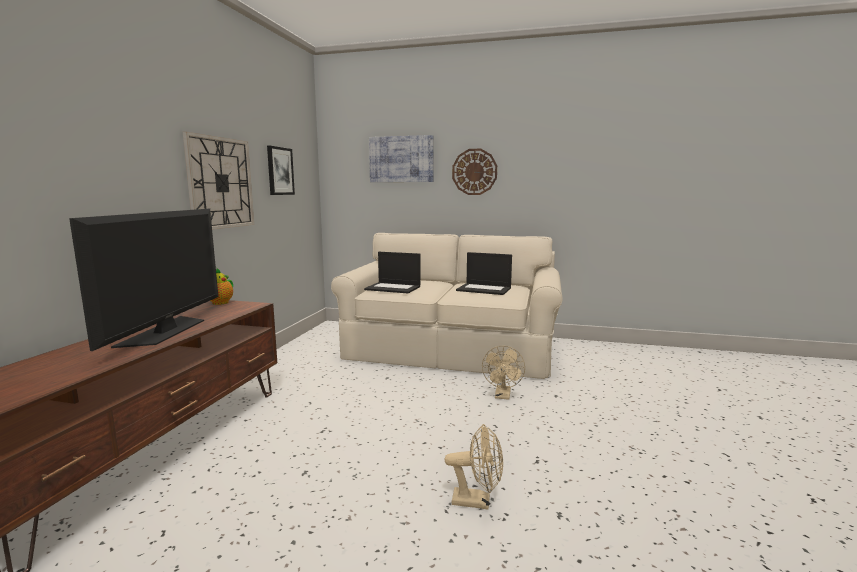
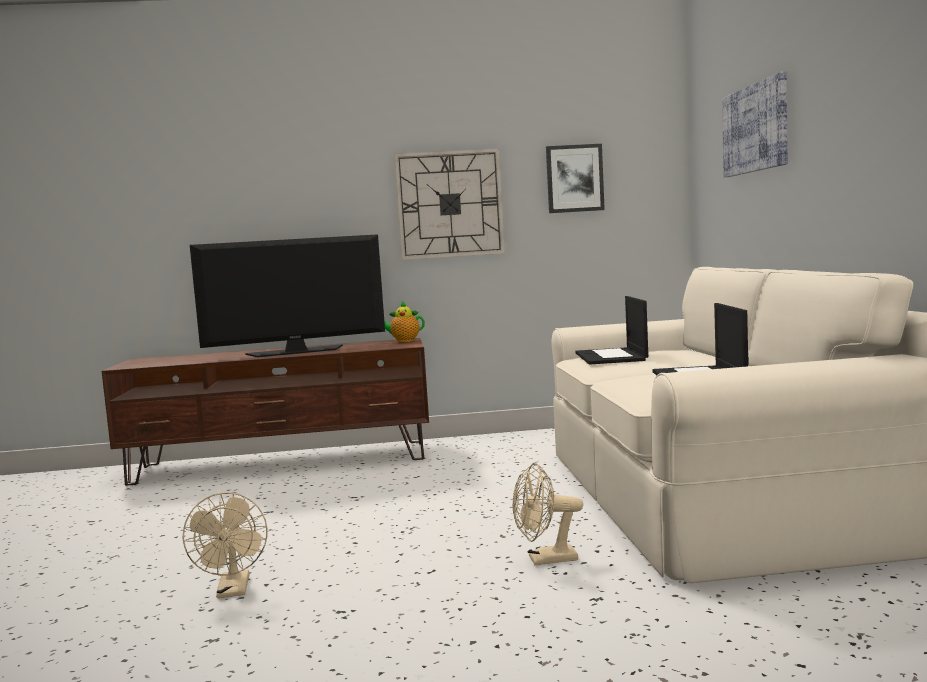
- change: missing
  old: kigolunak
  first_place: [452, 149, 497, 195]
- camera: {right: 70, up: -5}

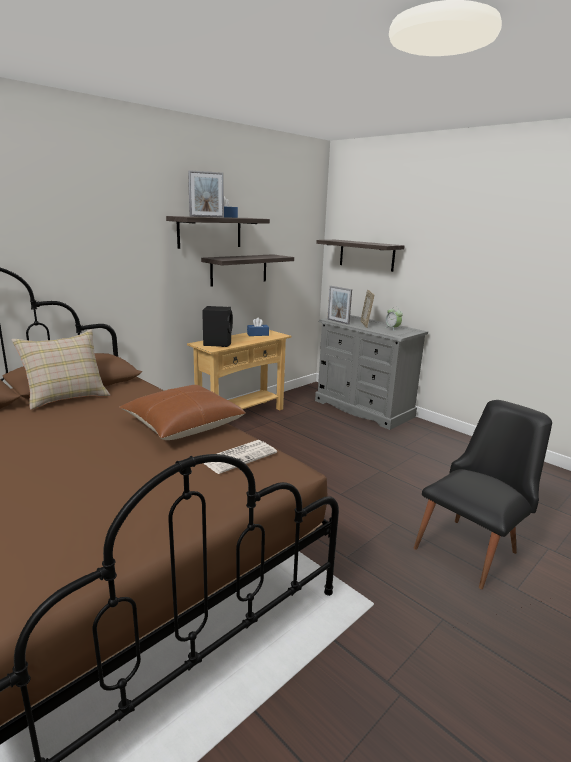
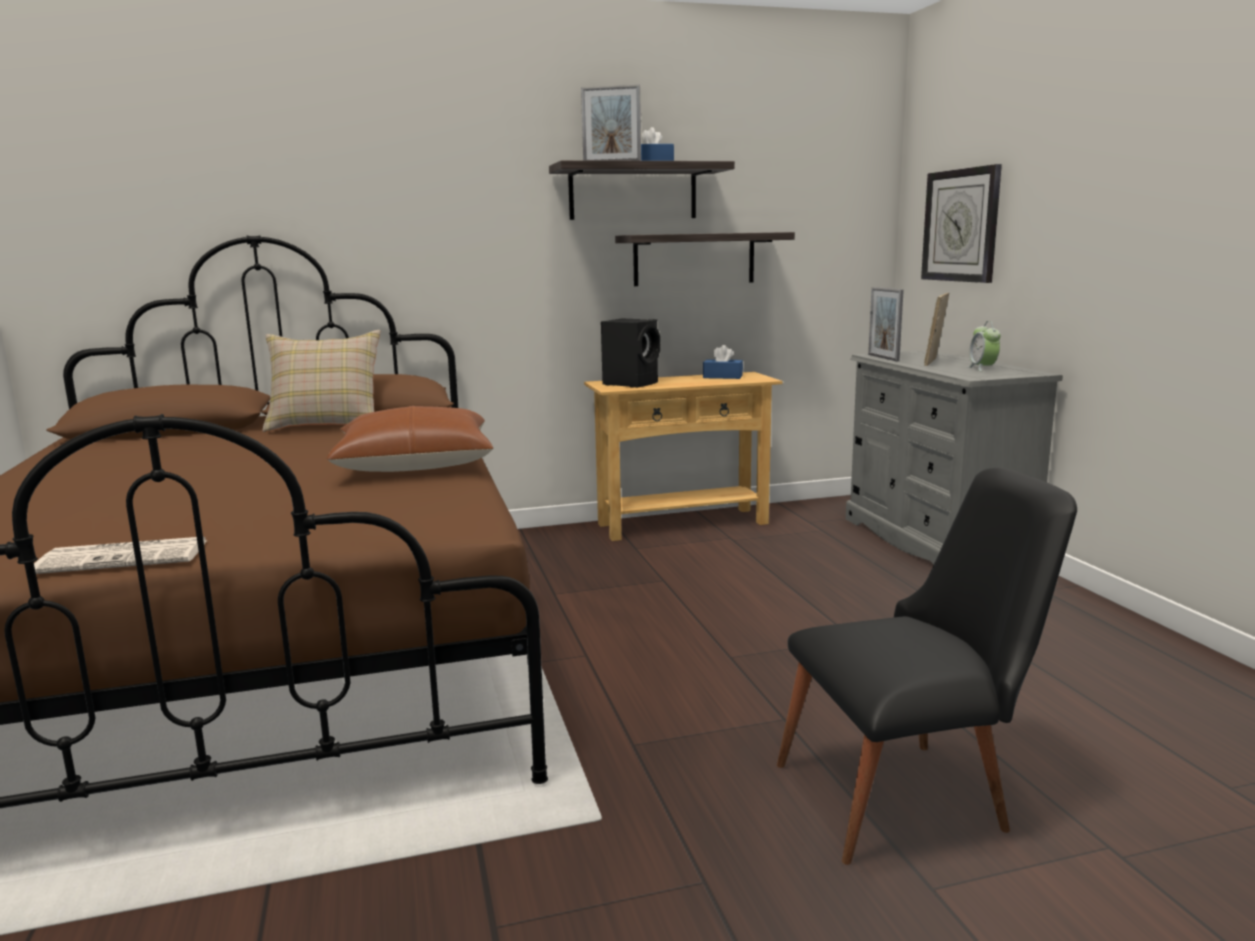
- change: relocated
  old: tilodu
  first_place: [203, 440, 277, 474]
  second_place: [34, 537, 206, 574]
- change: exchanged
  old: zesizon
  new: kigolunak
  first_place: [316, 240, 405, 272]
  second_place: [921, 164, 1002, 283]
- camera: {right: 30, up: -5}

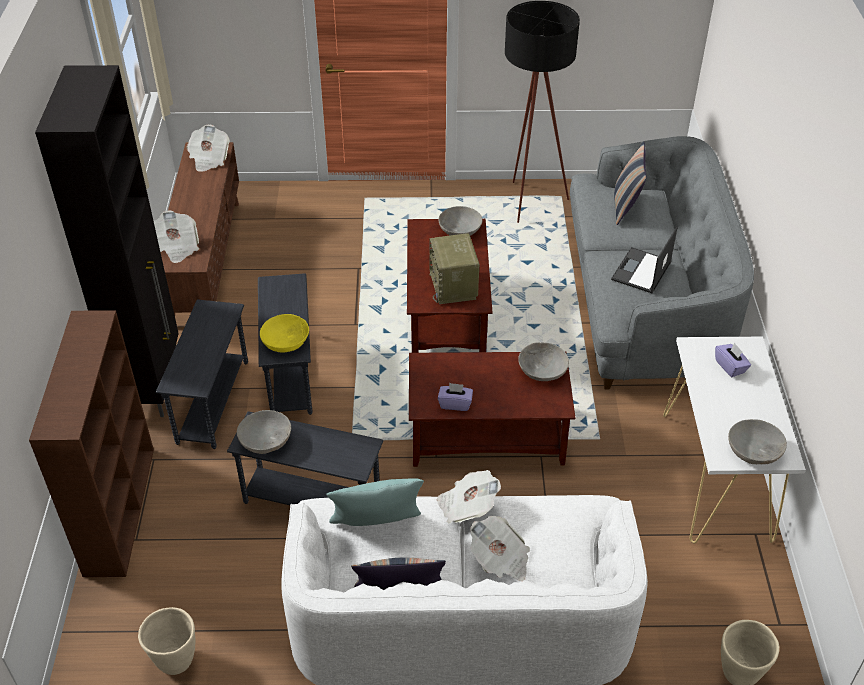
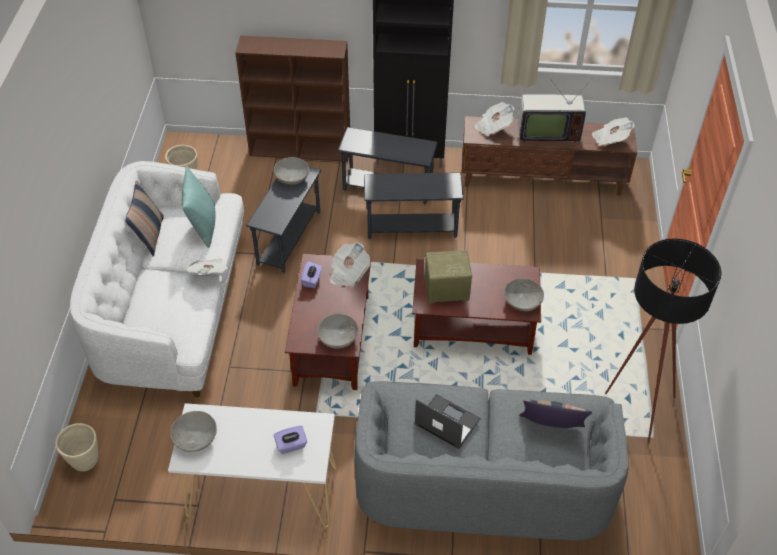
- change: missing
  old: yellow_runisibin
  first_place: [260, 314, 309, 353]
- change: relocated
  old: tilodu
  first_place: [470, 516, 530, 581]
  second_place: [330, 243, 371, 287]
- change: appeared
  new: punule
  second_place: [518, 78, 593, 143]
- camera: {right: 95, up: 5}

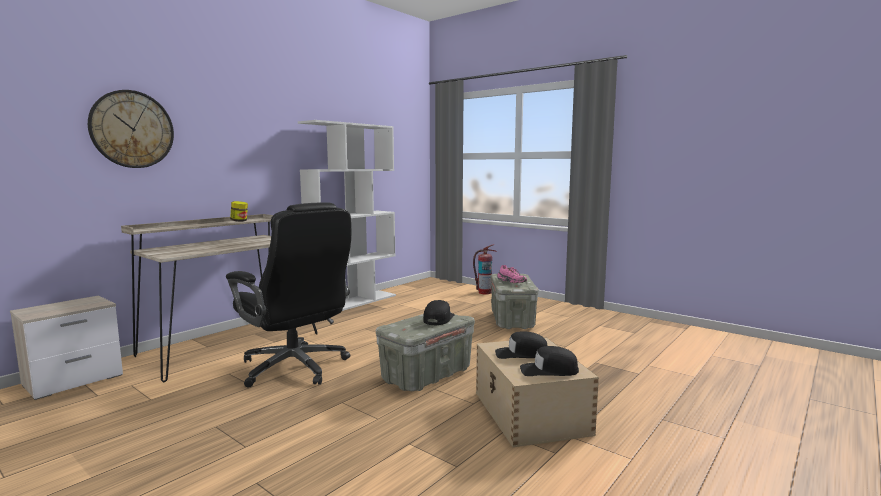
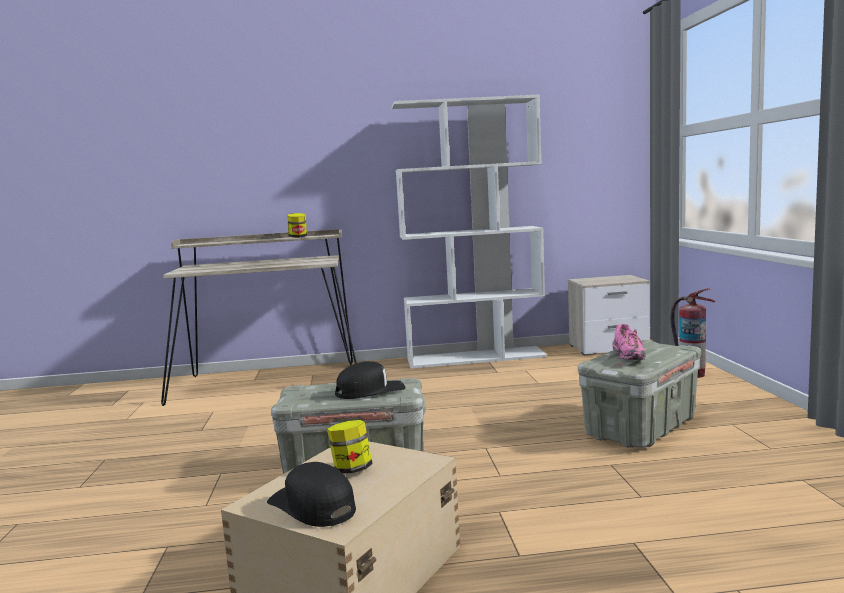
- change: relocated
  old: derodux
  first_place: [10, 295, 123, 400]
  second_place: [568, 275, 650, 355]
- change: missing
  old: kigolunak
  first_place: [88, 90, 174, 168]
- change: missing
  old: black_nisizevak
  first_place: [226, 202, 351, 388]
- change: exchanged
  old: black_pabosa
  new: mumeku
  first_place: [495, 331, 548, 359]
  second_place: [327, 420, 373, 474]
- camera: {right: 45, up: 0}

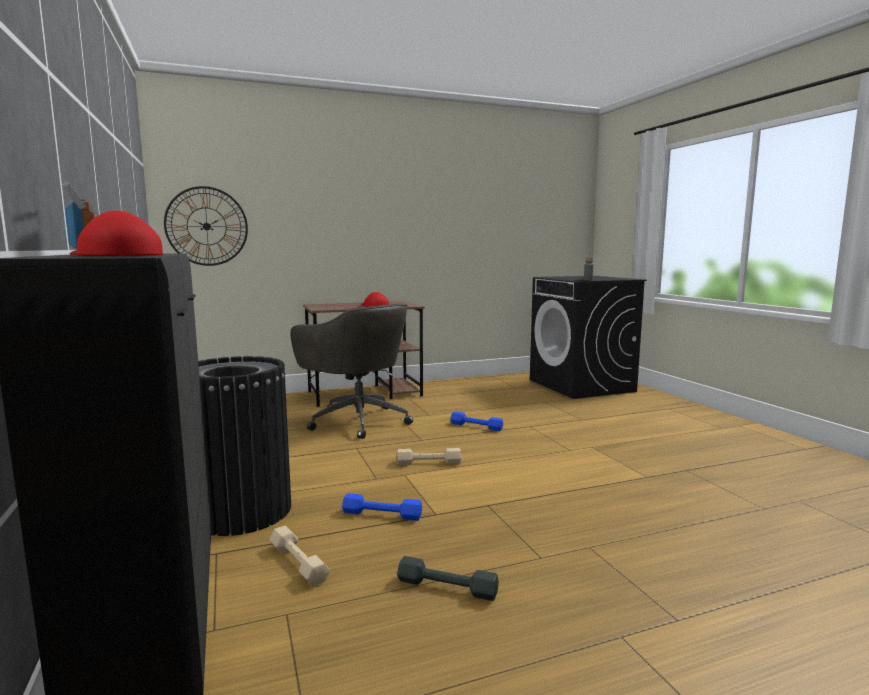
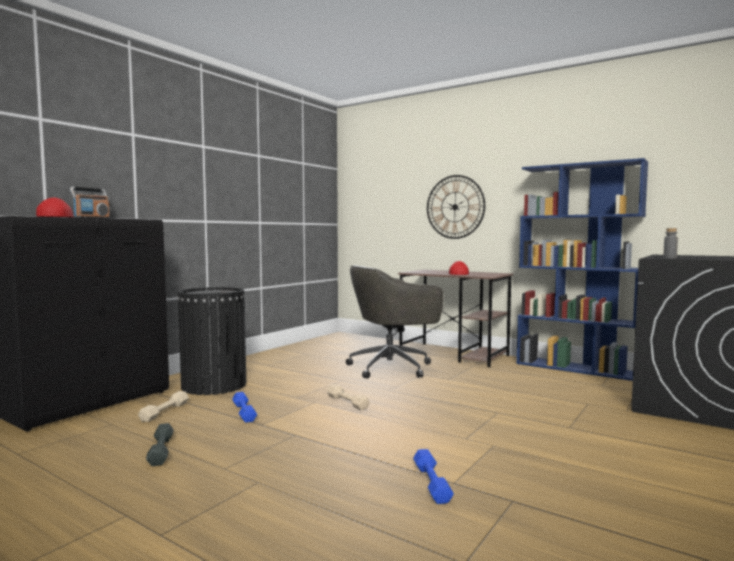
- change: relocated
  old: kigolunak
  first_place: [164, 186, 248, 266]
  second_place: [427, 175, 485, 239]
- change: spun
  old: grey_nisizevak
  first_place: [291, 303, 413, 439]
  second_place: [346, 265, 444, 379]
  degrees: 60
- change: relocated
  old: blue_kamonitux
  first_place: [450, 411, 503, 431]
  second_place: [413, 449, 454, 504]
- change: appeared
  new: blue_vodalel
  second_place: [516, 158, 648, 381]
- camera: {right: 55, up: -5}

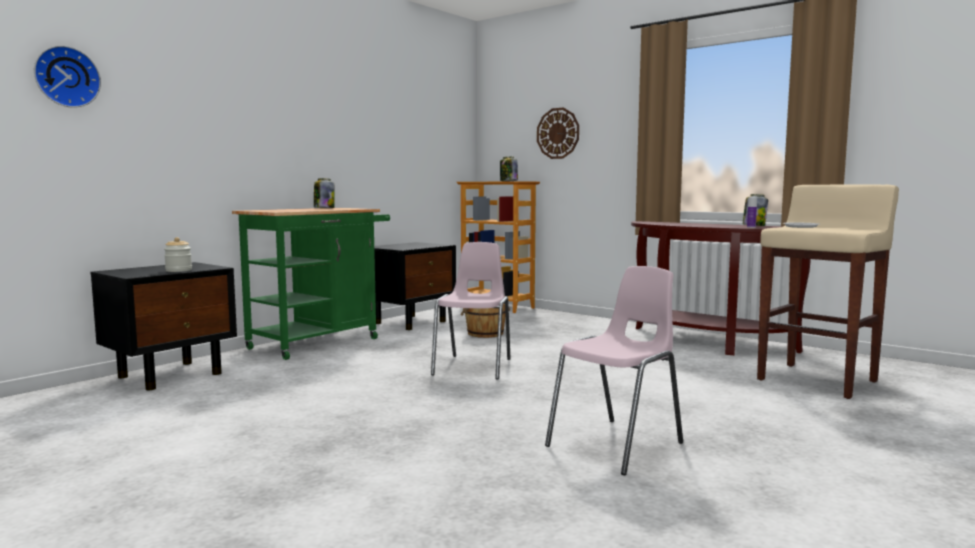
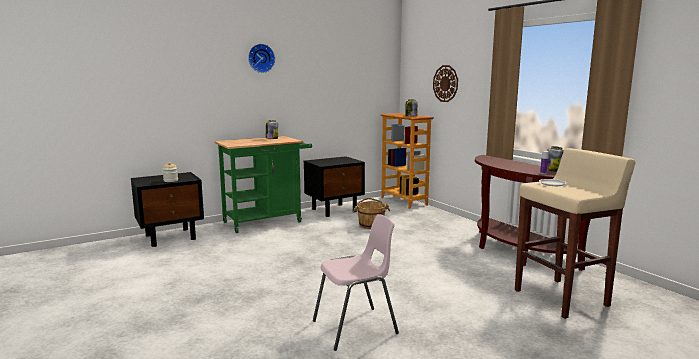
- change: relocated
  old: kigolunak
  first_place: [34, 46, 101, 108]
  second_place: [248, 44, 275, 73]
- change: missing
  old: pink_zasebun
  first_place: [431, 242, 510, 379]
- camera: {right: 20, up: 5}

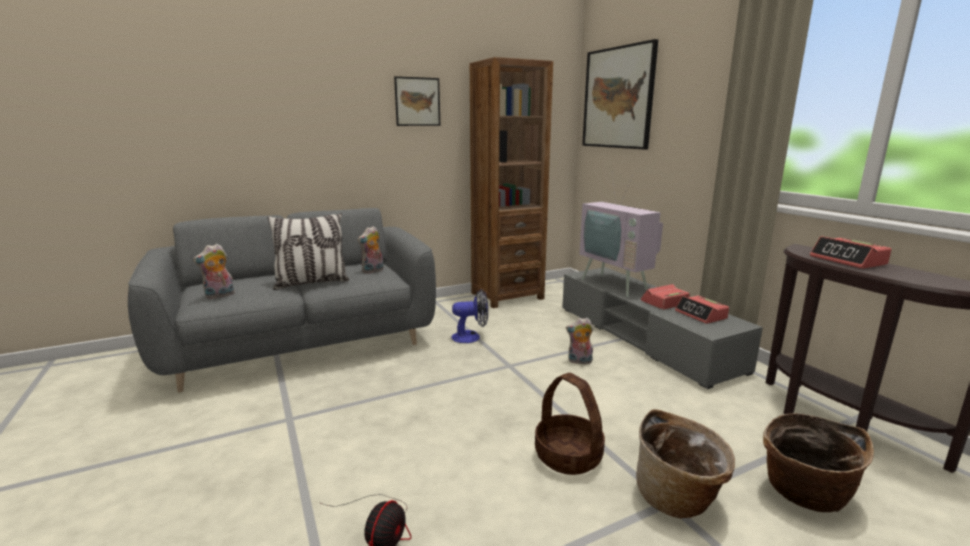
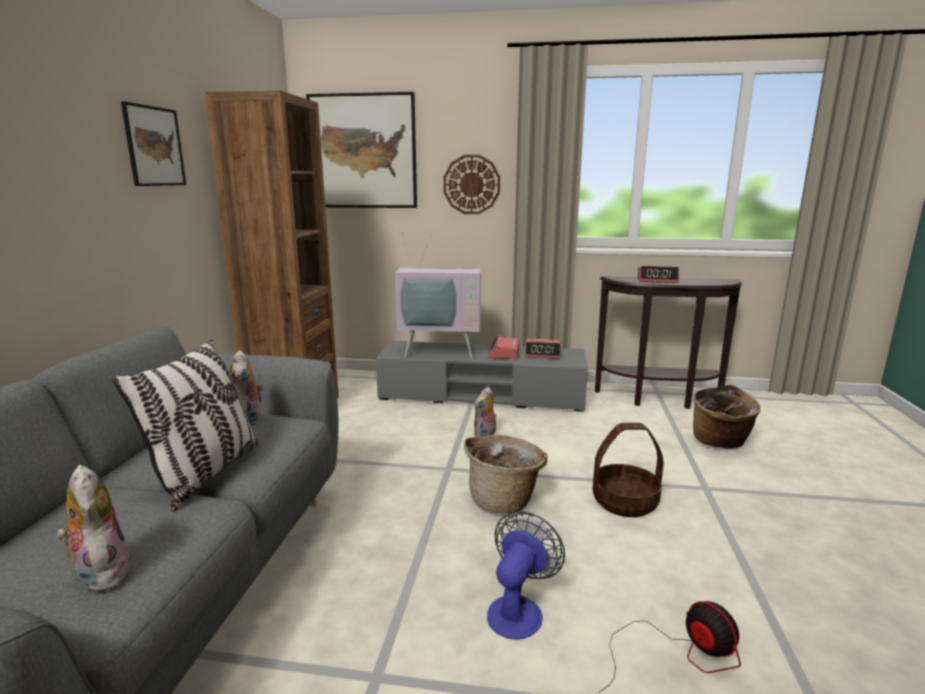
- change: spun
  old: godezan
  first_place: [193, 244, 235, 299]
  second_place: [56, 465, 133, 592]
  degrees: 150
- change: relocated
  old: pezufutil
  first_place: [451, 289, 488, 343]
  second_place: [487, 511, 565, 639]
- change: relocated
  old: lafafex
  first_place: [636, 409, 735, 518]
  second_place: [464, 435, 548, 514]
- change: appeared
  new: kigolunak
  second_place: [443, 155, 500, 214]
- camera: {right: -55, up: 0}

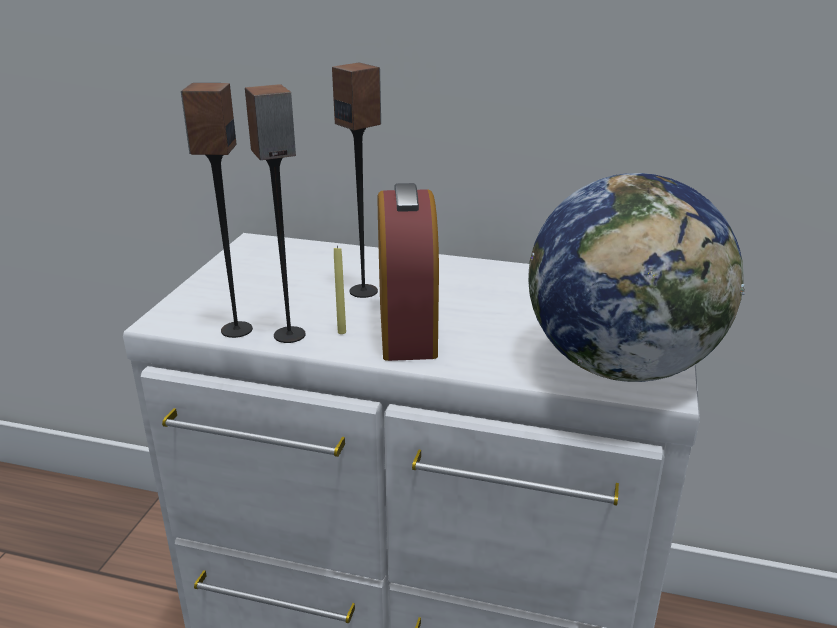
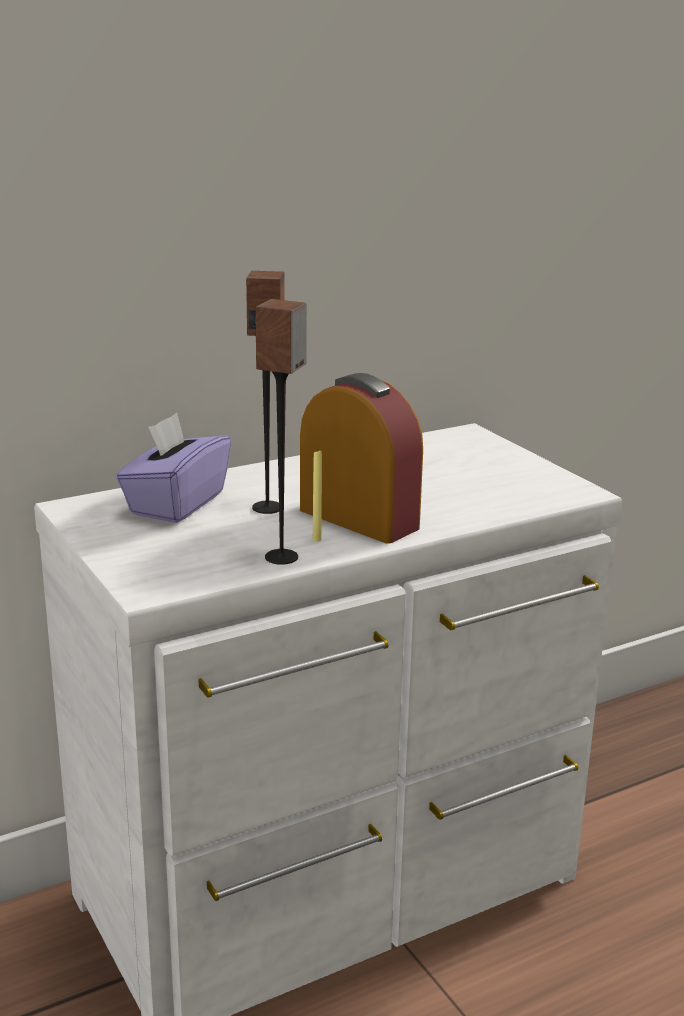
- change: missing
  old: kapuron
  first_place: [181, 83, 253, 338]
- change: missing
  old: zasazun
  first_place: [528, 173, 745, 382]
- change: appeared
  new: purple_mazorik
  second_place: [116, 413, 231, 523]
- camera: {right: -45, up: -5}

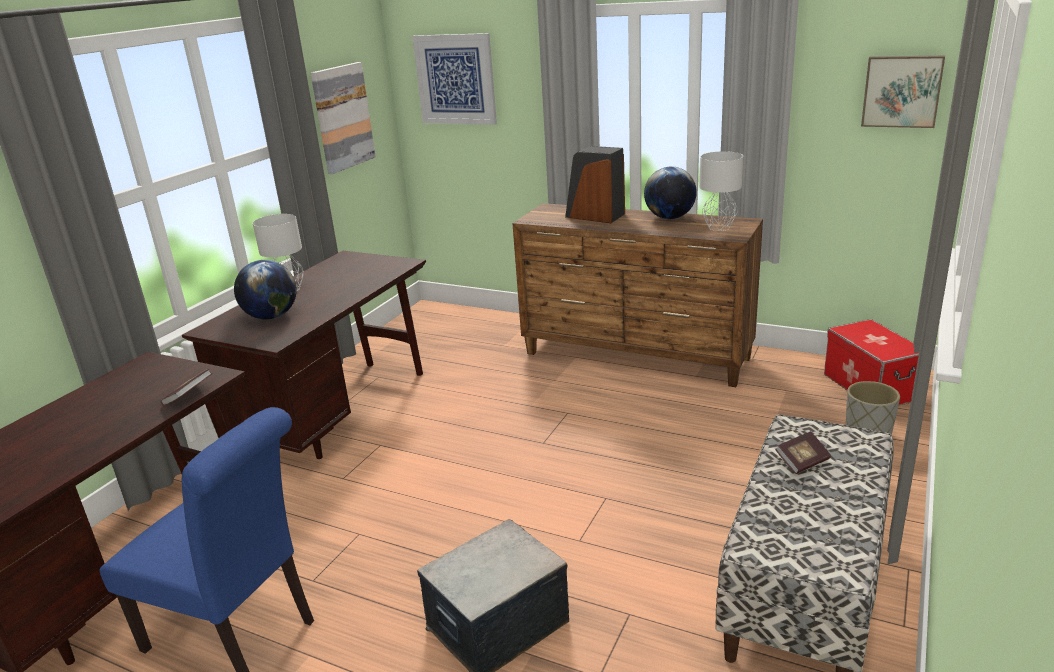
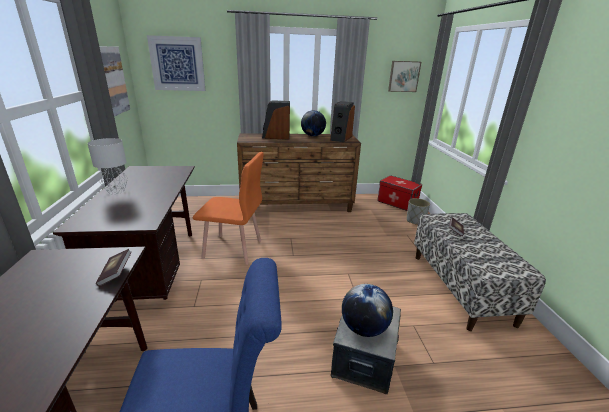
- change: relocated
  old: zasazun
  first_place: [234, 260, 297, 320]
  second_place: [342, 284, 393, 337]
- change: exchanged
  old: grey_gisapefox
  new: kapuron
  first_place: [700, 151, 743, 231]
  second_place: [330, 101, 355, 142]
- change: appeared
  new: orange_zasebun
  second_place: [192, 152, 264, 265]
- camera: {right: -35, up: 0}

